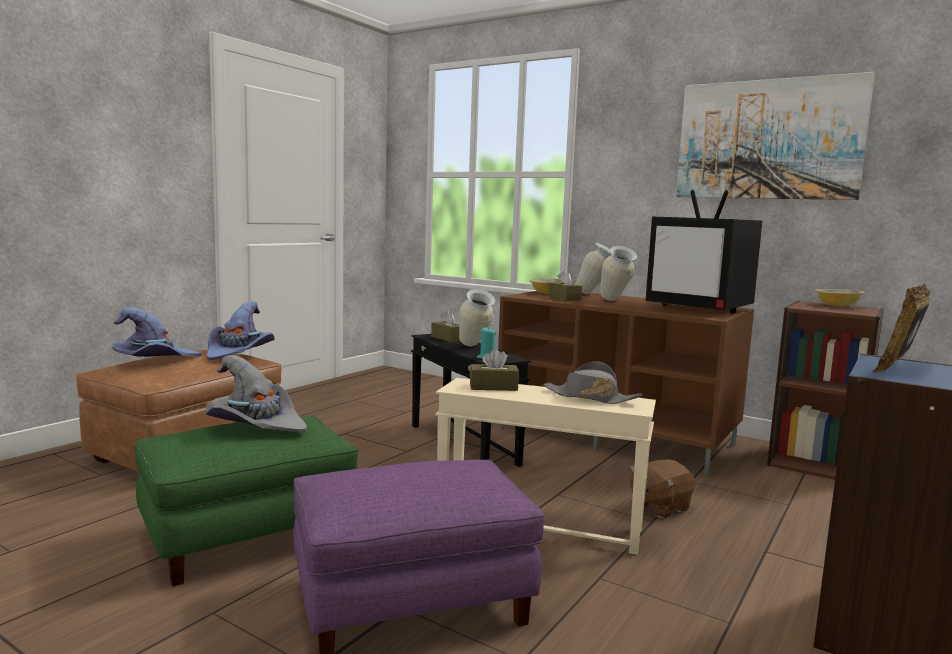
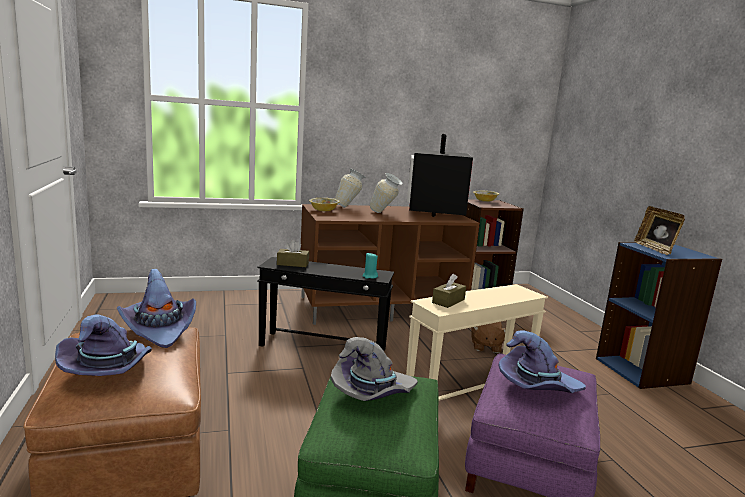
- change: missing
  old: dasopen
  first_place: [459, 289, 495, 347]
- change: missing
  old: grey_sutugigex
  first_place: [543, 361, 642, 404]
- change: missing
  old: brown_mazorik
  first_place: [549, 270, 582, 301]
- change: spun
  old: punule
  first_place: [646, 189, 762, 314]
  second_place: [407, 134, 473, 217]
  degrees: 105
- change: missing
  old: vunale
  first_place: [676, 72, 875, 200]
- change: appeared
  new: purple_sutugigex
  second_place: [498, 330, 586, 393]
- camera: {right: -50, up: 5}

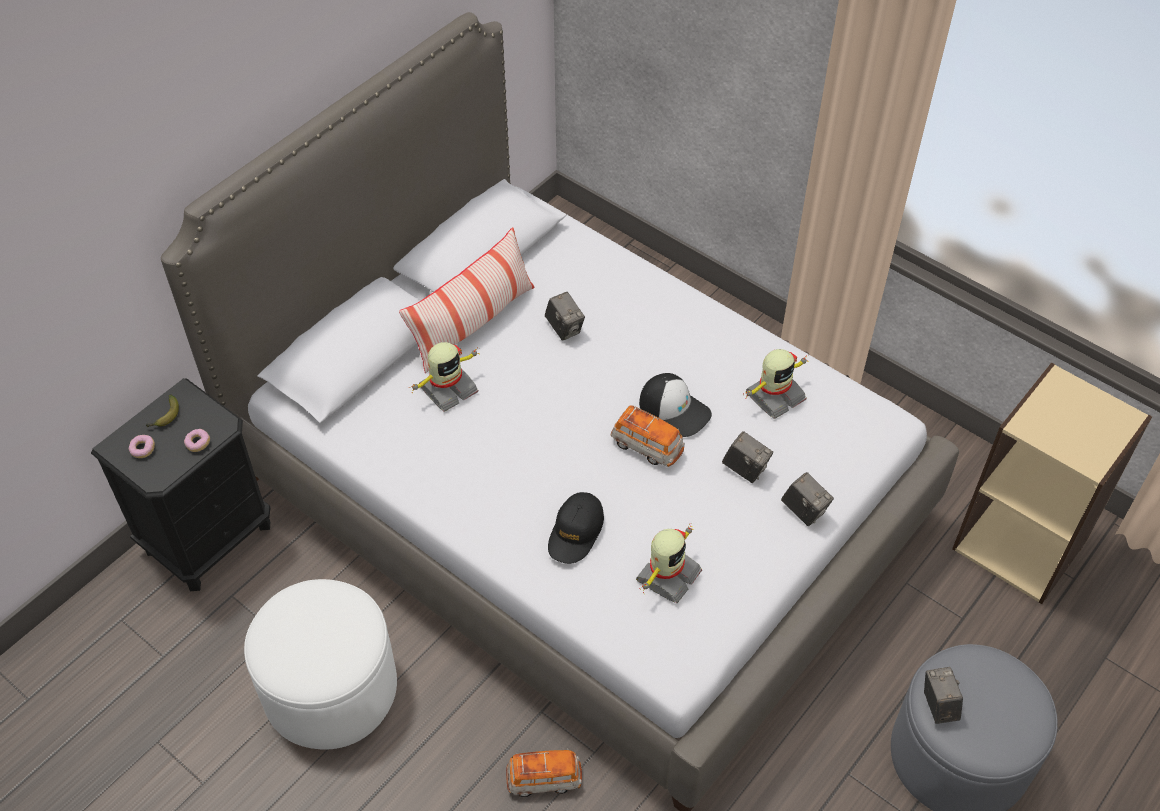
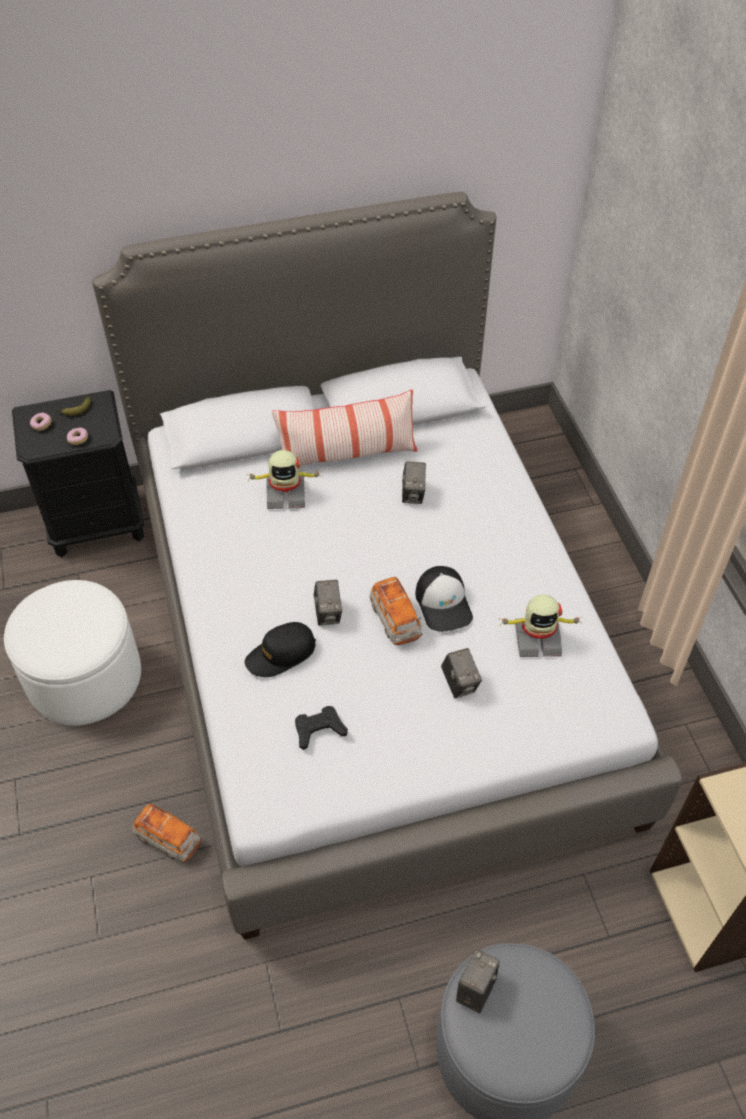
- change: exchanged
  old: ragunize
  new: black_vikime
  first_place: [636, 523, 702, 603]
  second_place: [295, 706, 348, 750]
- change: relocated
  old: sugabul
  first_place: [781, 472, 834, 526]
  second_place: [314, 580, 342, 626]
- camera: {right: 35, up: 0}

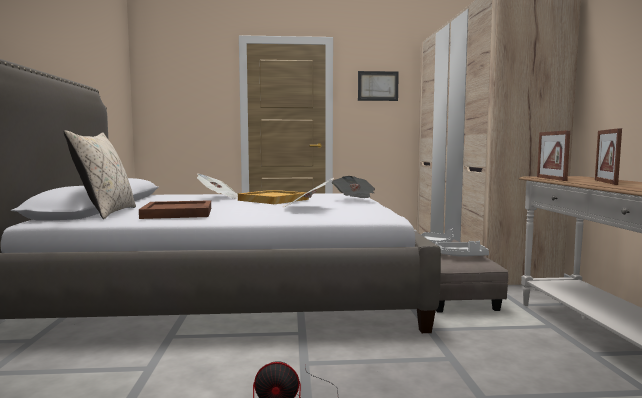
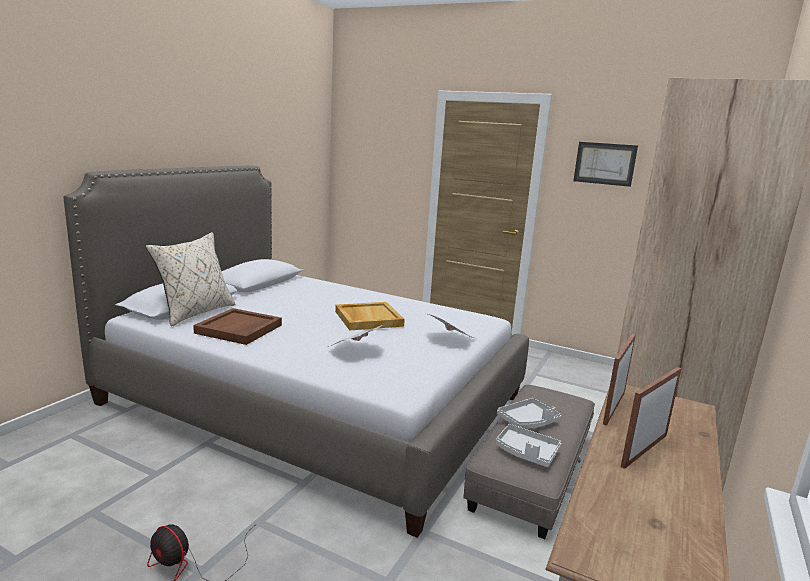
- change: missing
  old: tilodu
  first_place: [197, 174, 238, 199]
- camera: {right: 30, up: 10}

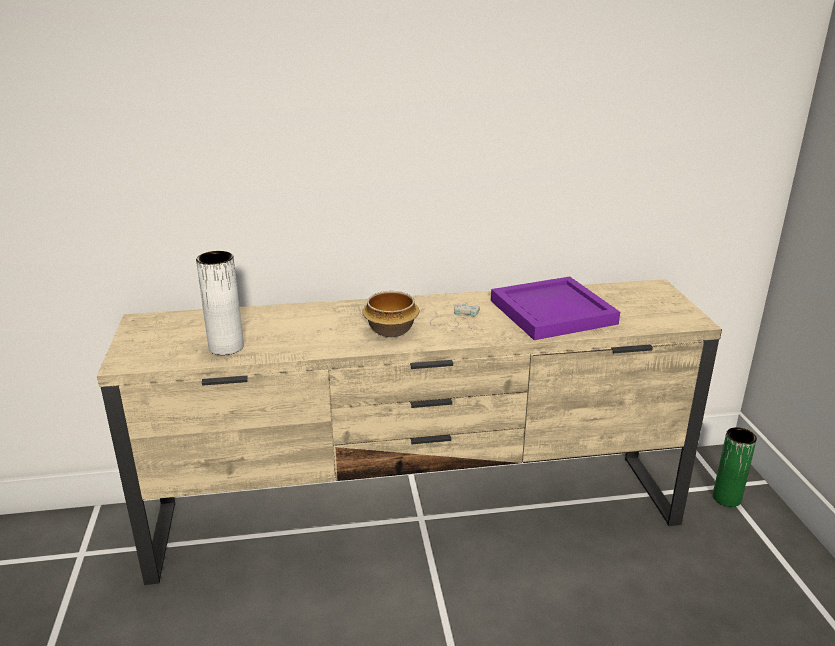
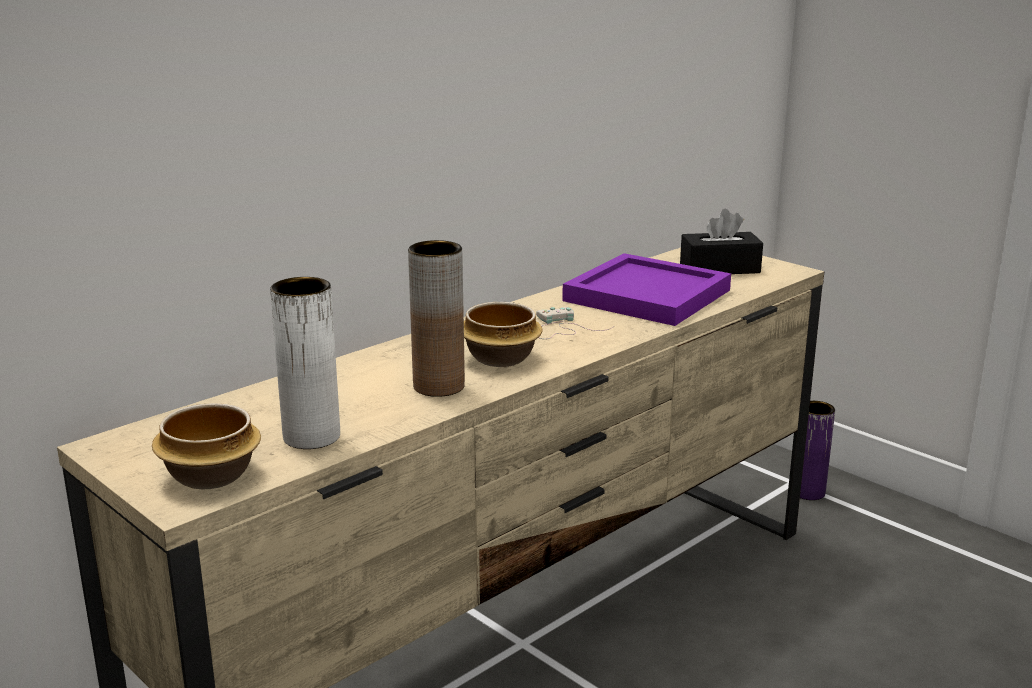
- change: colour
  old: green_dasopen
  new: purple_dasopen
  first_place: [713, 427, 757, 507]
  second_place: [800, 401, 835, 500]
- change: appeared
  new: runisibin
  second_place: [152, 403, 261, 489]
- change: appeared
  new: brown_dasopen
  second_place: [408, 240, 465, 397]
- change: appeared
  new: black_mazorik
  second_place: [680, 209, 763, 274]
- camera: {right: -35, up: -5}

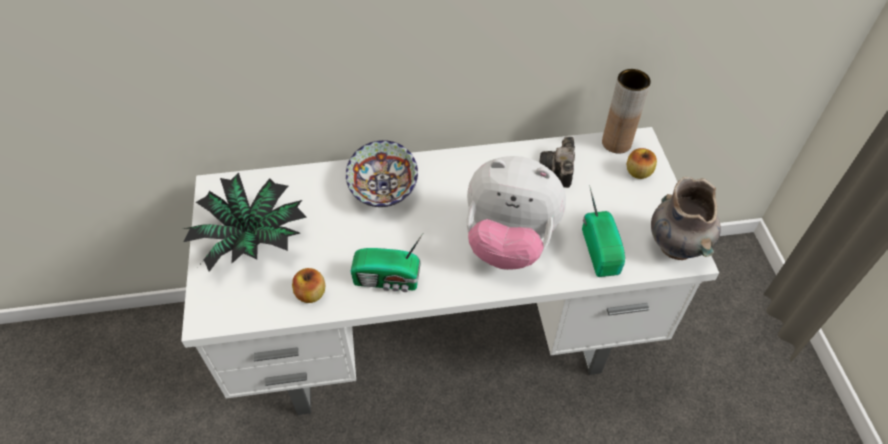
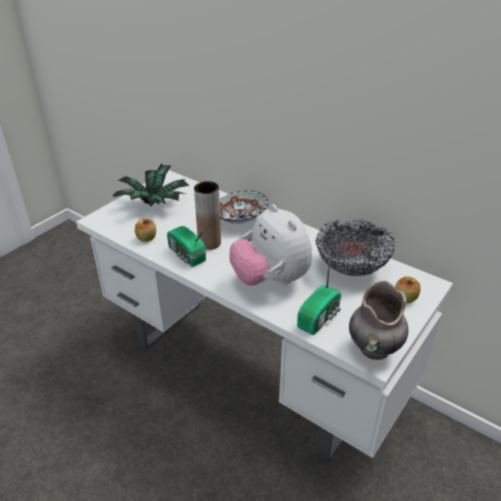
- change: exchanged
  old: sugabul
  new: runisibin
  first_place: [539, 136, 575, 188]
  second_place: [316, 218, 395, 276]
- change: relocated
  old: brown_dasopen
  first_place: [602, 69, 651, 154]
  second_place: [194, 181, 221, 250]
- camera: {right: 45, up: -15}

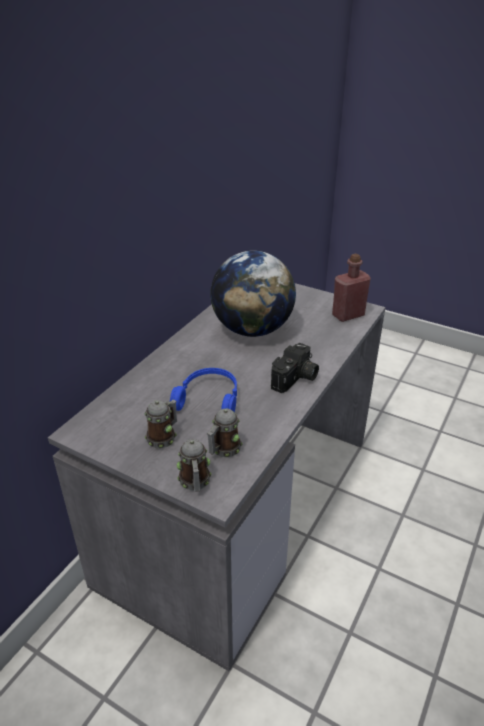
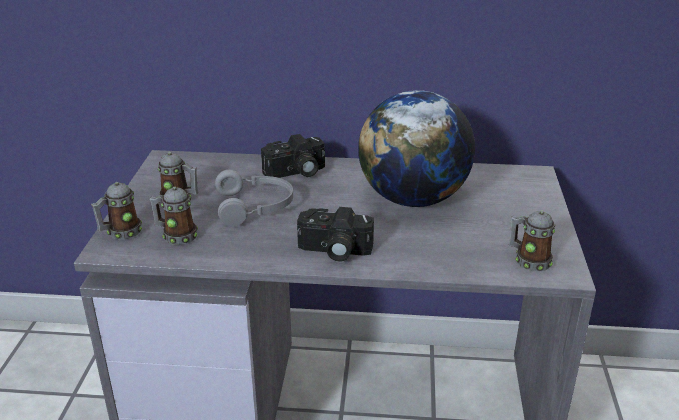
- change: colour
  old: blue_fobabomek
  new: grey_fobabomek
  first_place: [170, 368, 237, 412]
  second_place: [215, 170, 293, 226]
- change: exchanged
  old: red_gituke
  new: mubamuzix
  first_place: [332, 254, 371, 322]
  second_place: [509, 211, 555, 272]
- change: appeared
  new: sugabul
  second_place: [261, 134, 325, 178]
- camera: {right: 65, up: -5}

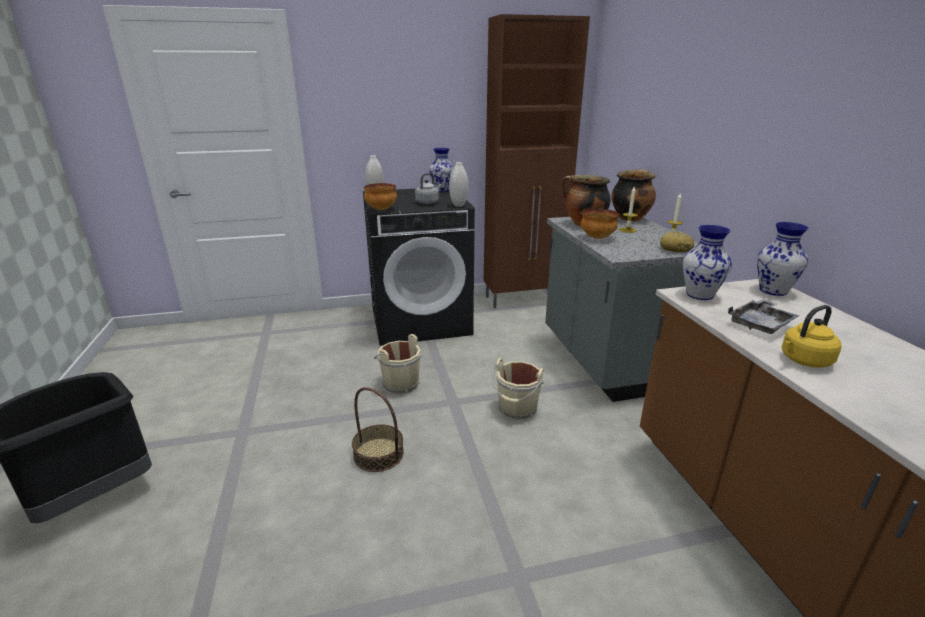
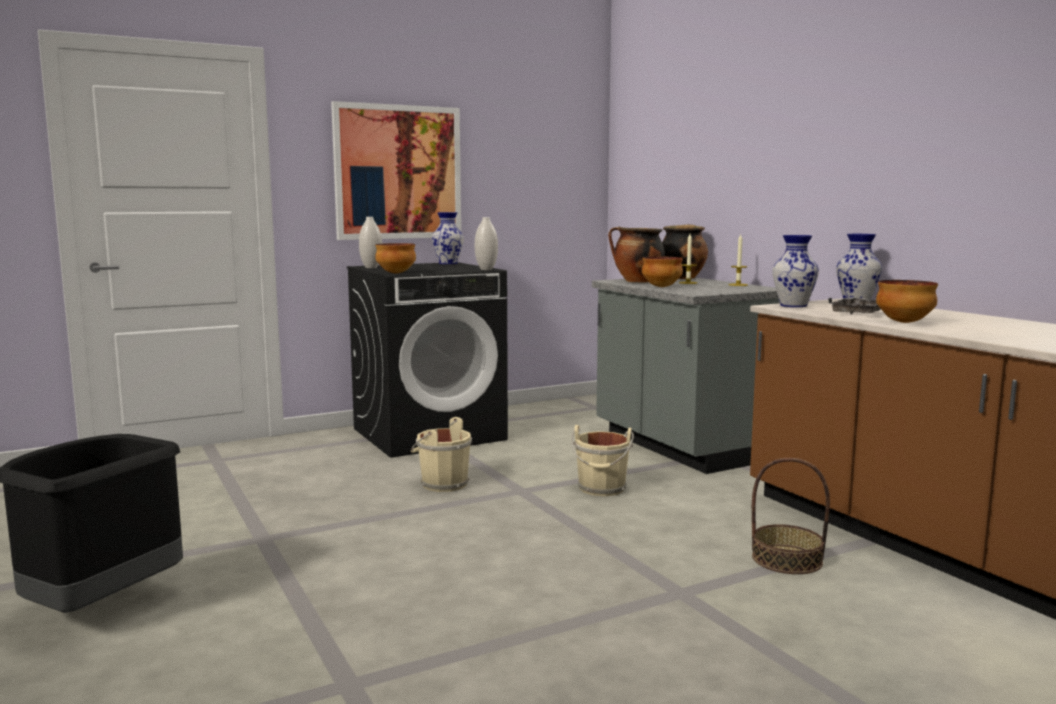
- change: relocated
  old: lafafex
  first_place: [352, 387, 404, 472]
  second_place: [752, 458, 830, 574]
- change: missing
  old: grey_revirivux
  first_place: [415, 173, 442, 204]
- change: missing
  old: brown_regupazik
  first_place: [484, 14, 590, 308]
- change: missing
  old: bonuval
  first_place: [660, 231, 694, 252]
- change: exchanged
  old: yellow_revirivux
  new: runisibin
  first_place: [782, 305, 842, 368]
  second_place: [876, 280, 938, 323]
- change: appeared
  new: vunale
  second_place: [331, 101, 461, 240]
- camera: {right: -15, up: -15}

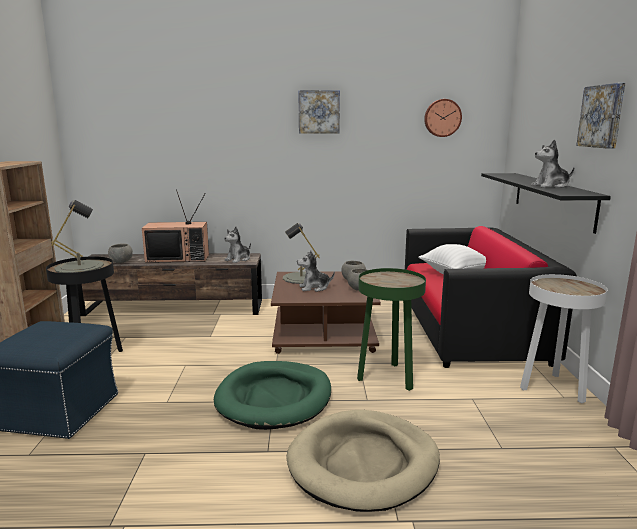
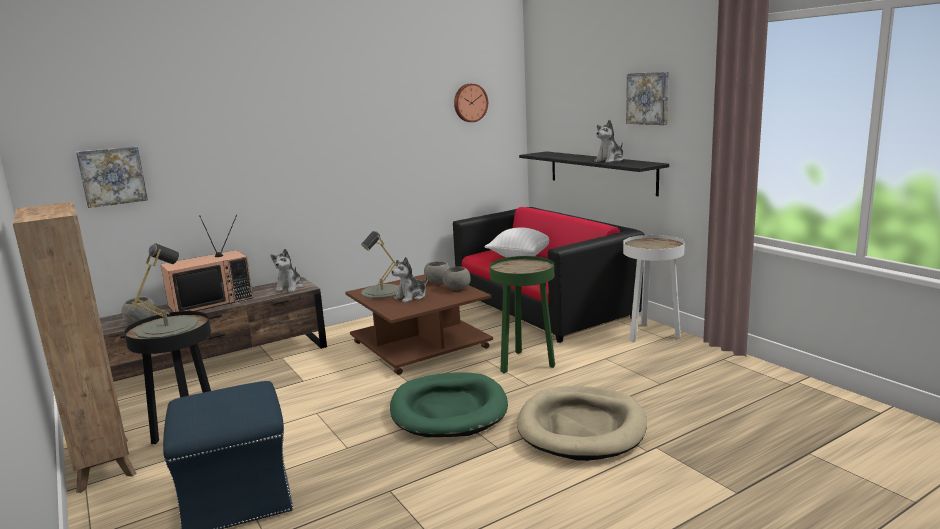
- change: relocated
  old: vunale
  first_place: [298, 90, 340, 134]
  second_place: [76, 146, 148, 208]
- camera: {right: -30, up: 0}

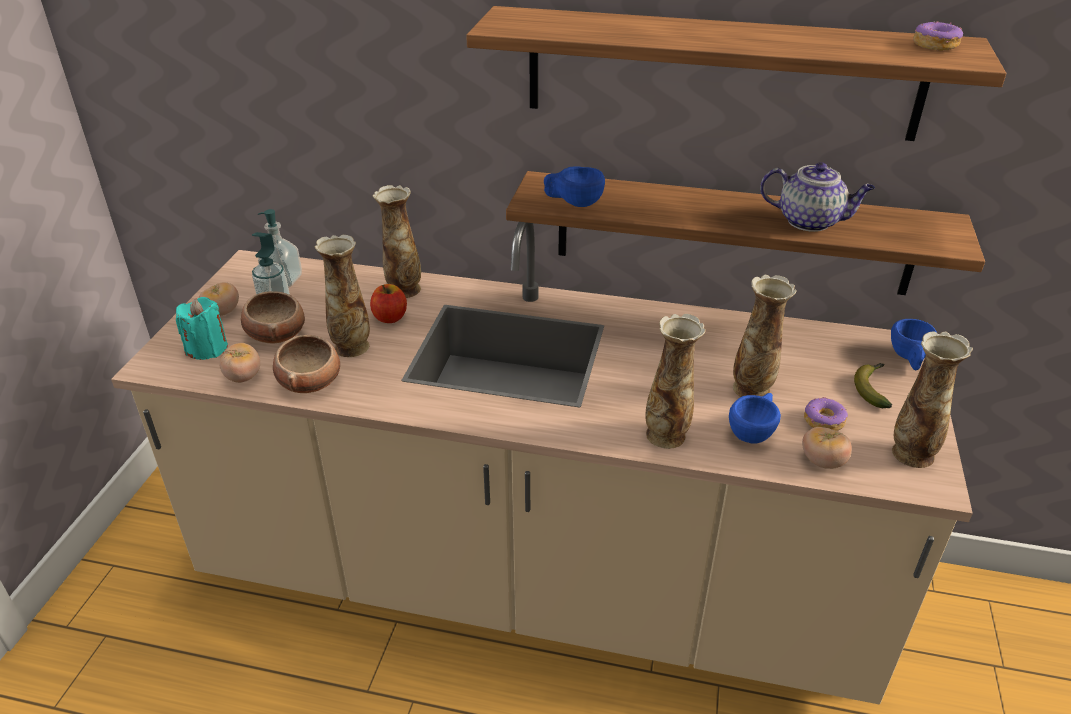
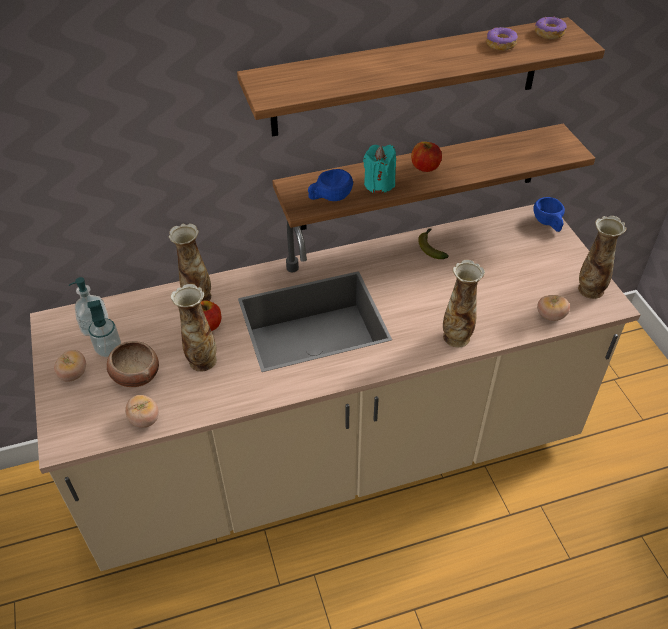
- change: relocated
  old: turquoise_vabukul
  first_place: [176, 297, 228, 360]
  second_place: [363, 145, 396, 193]
- change: missing
  old: runisibin
  first_place: [273, 335, 340, 393]
- change: missing
  old: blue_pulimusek
  first_place: [729, 393, 781, 444]
- change: missing
  old: dasopen
  first_place: [733, 275, 797, 397]
- change: missing
  old: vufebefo
  first_place: [760, 162, 875, 232]
- change: relocated
  old: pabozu
  first_place: [804, 397, 848, 431]
  second_place: [486, 27, 518, 51]
- change: relocated
  old: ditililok
  first_place: [854, 363, 892, 408]
  second_place: [418, 229, 449, 259]
- change: appeared
  new: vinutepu
  second_place: [411, 142, 442, 172]
- camera: {right: -30, up: 10}

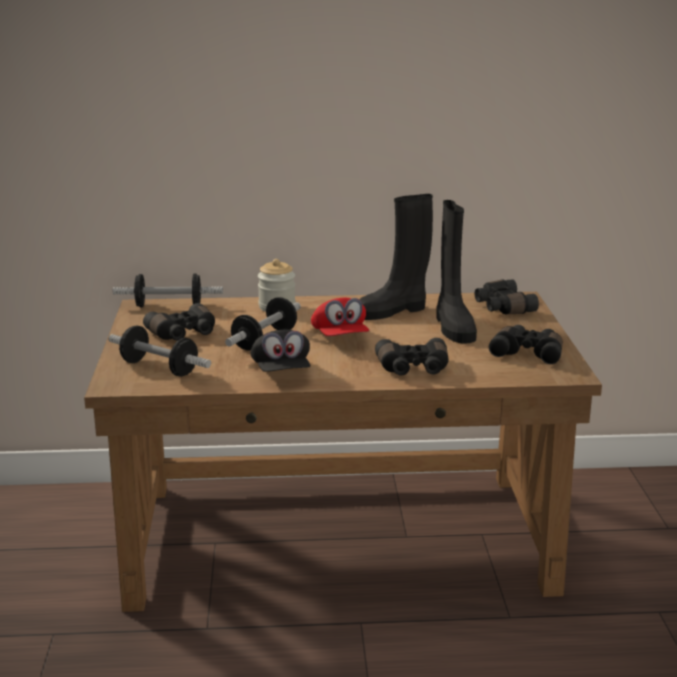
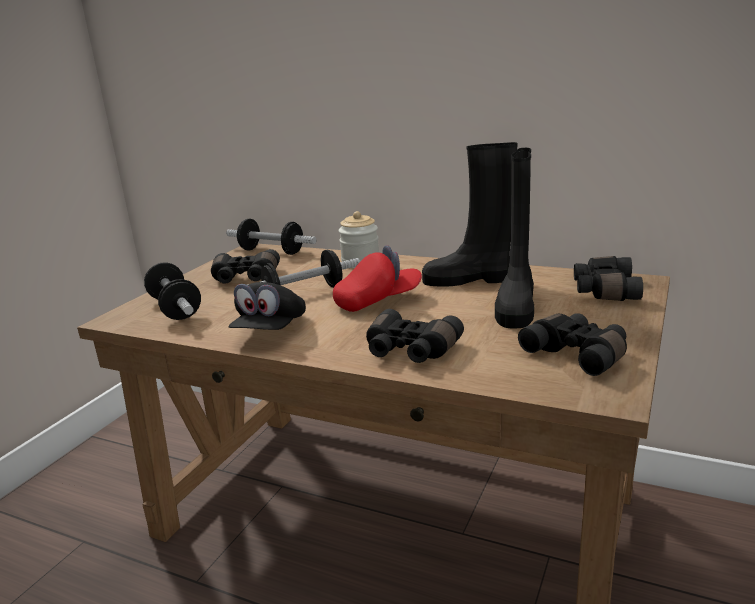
- change: spun
  old: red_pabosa
  first_place: [311, 298, 369, 336]
  second_place: [333, 245, 422, 312]
  degrees: -120
- camera: {right: 30, up: 0}

